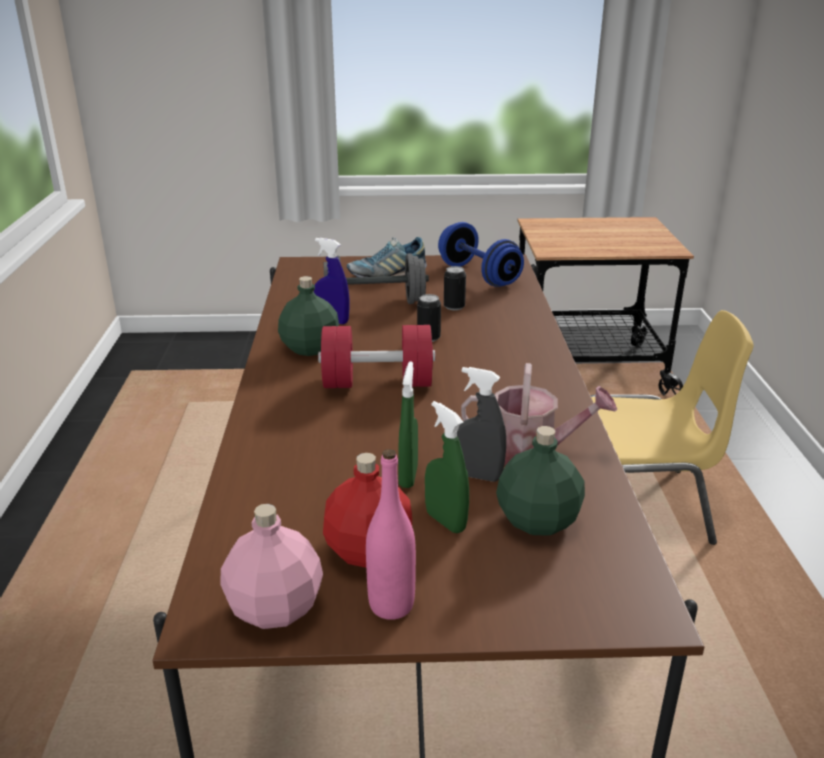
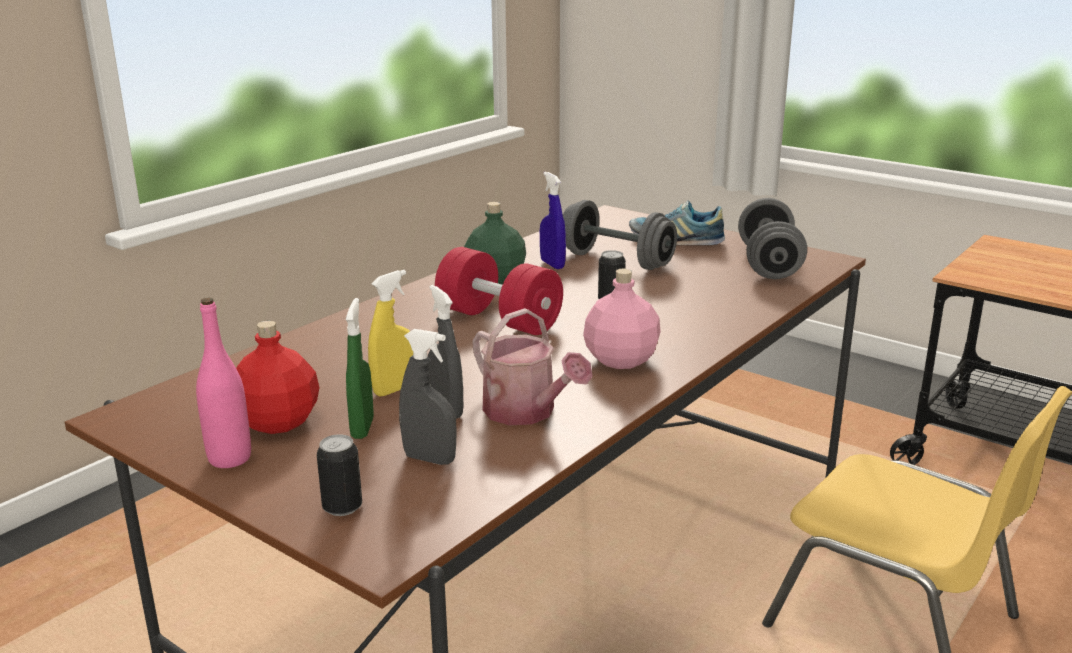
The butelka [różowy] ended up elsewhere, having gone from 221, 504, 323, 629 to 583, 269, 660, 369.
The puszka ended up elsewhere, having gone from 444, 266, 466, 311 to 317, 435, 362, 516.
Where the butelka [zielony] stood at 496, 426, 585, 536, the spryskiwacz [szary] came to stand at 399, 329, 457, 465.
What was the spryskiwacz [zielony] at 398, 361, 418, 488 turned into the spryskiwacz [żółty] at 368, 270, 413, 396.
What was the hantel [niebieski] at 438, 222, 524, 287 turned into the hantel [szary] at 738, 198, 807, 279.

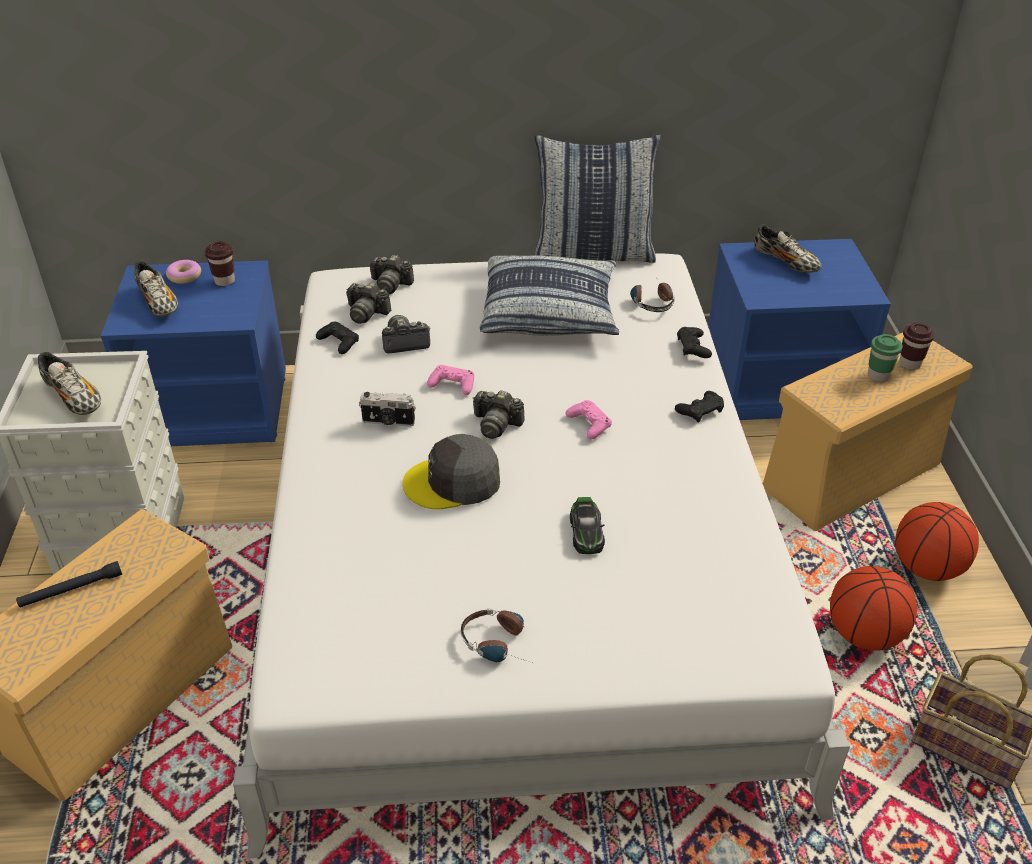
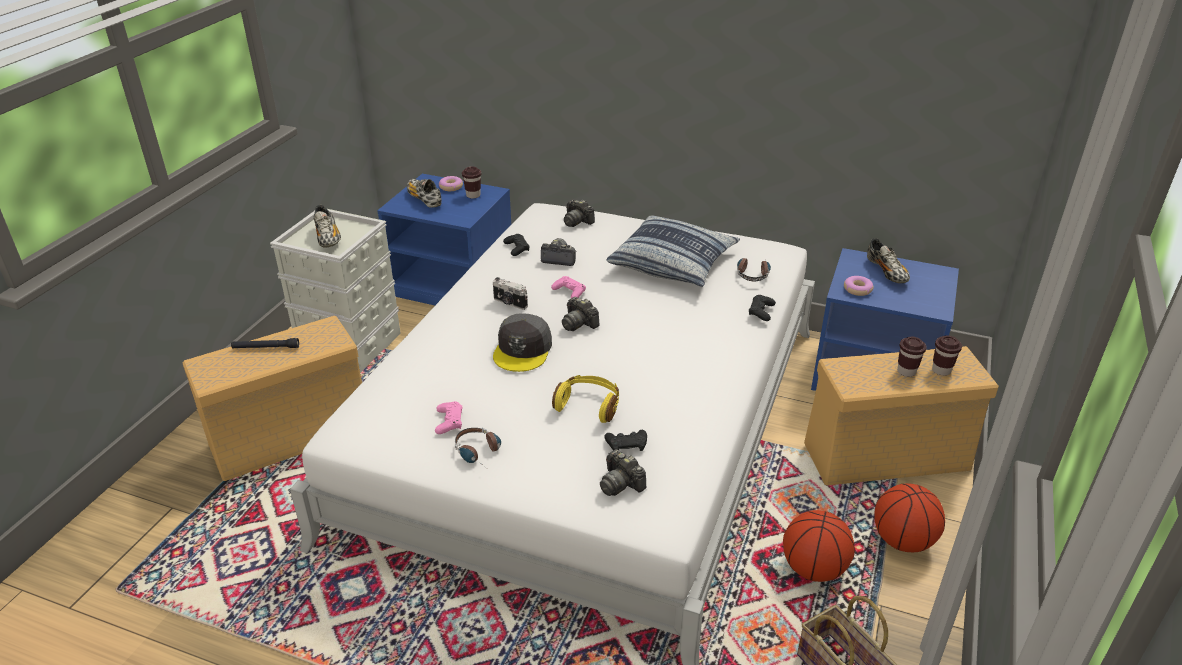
The second view lost the poduszka at 535, 135, 661, 263.
The second view gained the donut at 844, 276, 873, 296.
The aparat fotograficzny ended up elsewhere, having gone from 346, 282, 391, 324 to 600, 449, 646, 496.
The pad do gier [różowy] ended up elsewhere, having gone from 566, 400, 612, 440 to 435, 401, 462, 434.
The pad do gier [czarny] ended up elsewhere, having gone from 675, 391, 724, 422 to 604, 430, 647, 451.
Where the samochodzik stood at 570, 497, 605, 554, the słuchawki [żółty] came to stand at 552, 375, 619, 423.
What was the filiżanka [zielony] at 868, 334, 903, 382 turned into the filiżanka [brązowy] at 897, 337, 927, 377.
The but at 134, 261, 178, 317 ended up facing another way, 150 degrees clockwise from before.
The czapka z daszkiem [szary] at 402, 434, 500, 509 ended up facing another way, 90 degrees counterclockwise from before.

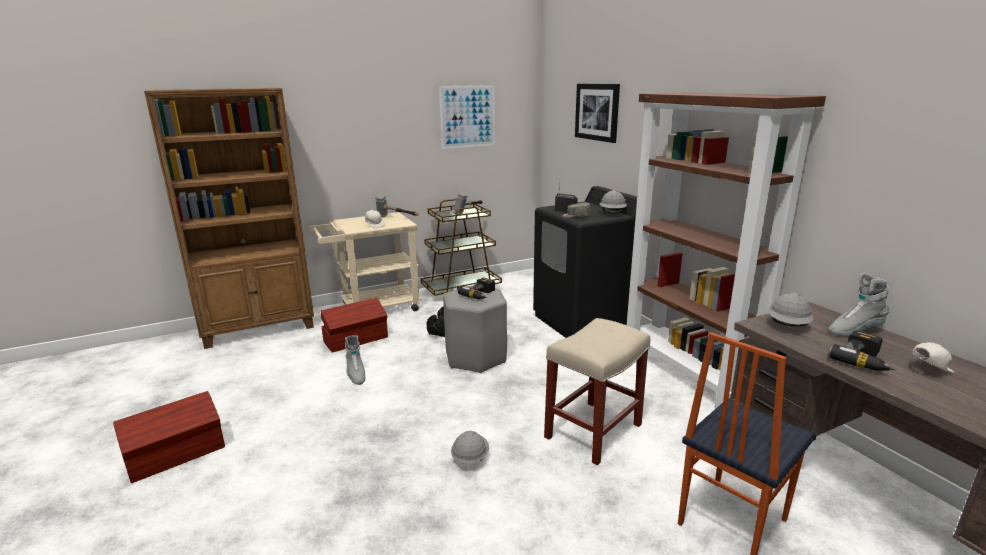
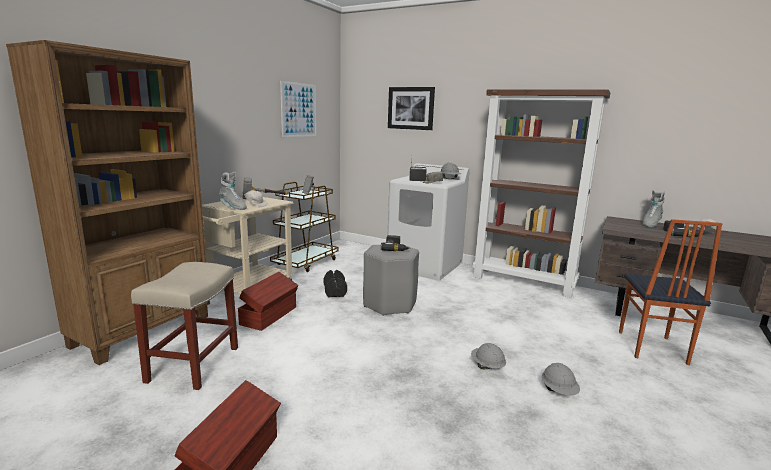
The but z cholewką [szary] ended up elsewhere, having gone from 345, 335, 365, 385 to 219, 172, 247, 210.
The stołek [beżowy] ended up elsewhere, having gone from 544, 318, 650, 465 to 131, 262, 238, 390.
The kask [szary] ended up elsewhere, having gone from 768, 292, 814, 327 to 542, 363, 580, 396.
What was the pralka [czarny] at 533, 186, 637, 338 turned into the pralka [biały] at 388, 163, 470, 281.

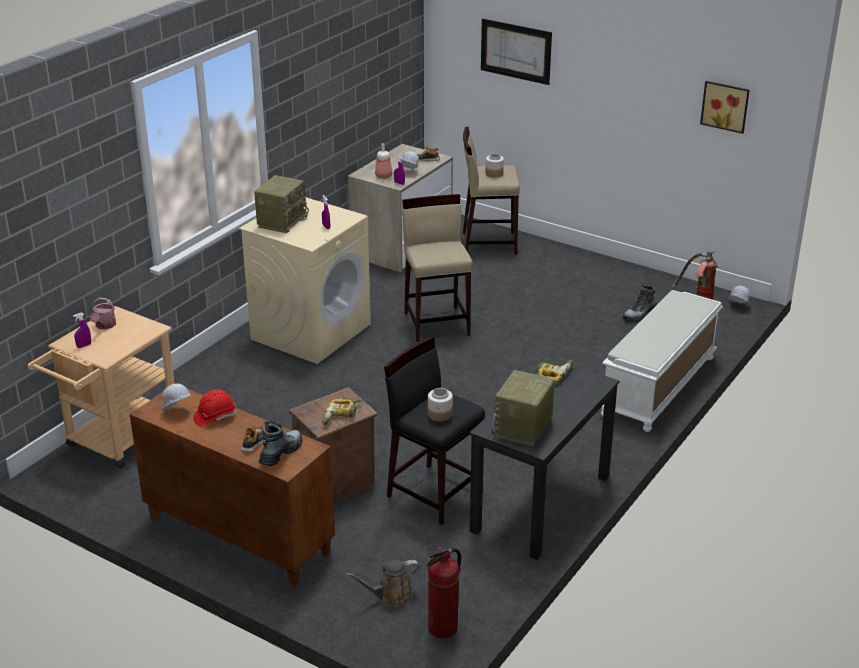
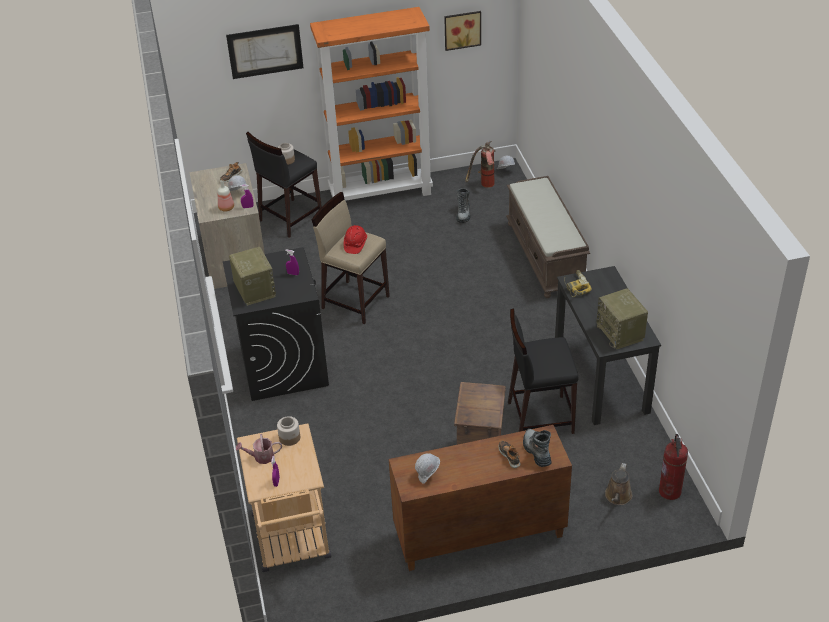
The second view lost the wiertarka at 322, 399, 363, 425.
The second view gained the regał [pomarańczowy] at 310, 7, 433, 201.
The kask [czerwony] ended up elsewhere, having gone from 193, 389, 236, 426 to 344, 225, 367, 254.
The słoik ended up elsewhere, having gone from 428, 388, 453, 421 to 277, 416, 300, 446.
What was the pralka [beżowy] at 239, 197, 371, 364 turned into the pralka [czarny] at 223, 247, 329, 401.
What was the stołek [beżowy] at 463, 126, 520, 255 turned into the stołek [czarny] at 246, 132, 322, 238.
What was the ławka [biały] at 601, 290, 723, 432 turned into the ławka [brązowy] at 506, 176, 590, 298.
The konewka at 90, 298, 116, 329 ended up facing another way, 120 degrees clockwise from before.

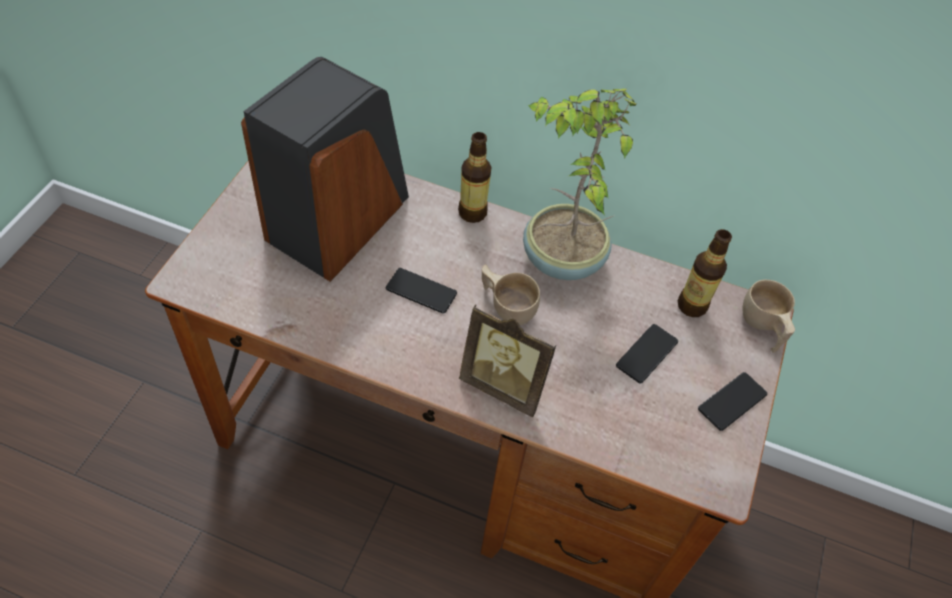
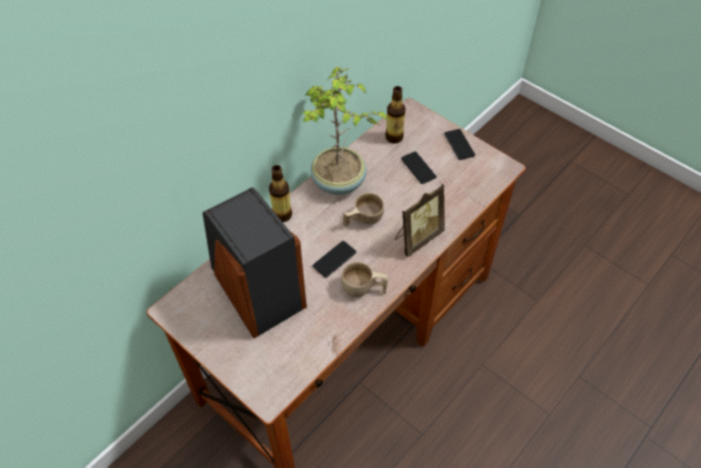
The filiżanka [beżowy] ended up elsewhere, having gone from 743, 280, 795, 353 to 341, 262, 388, 297.

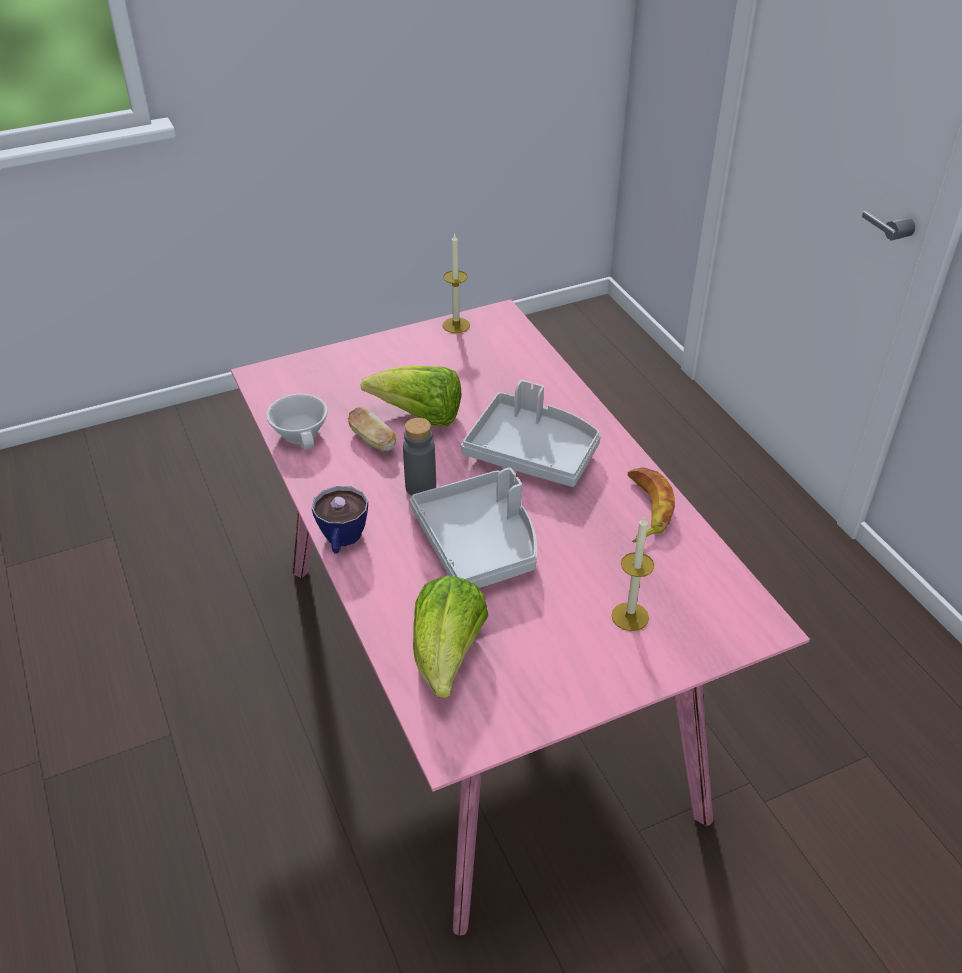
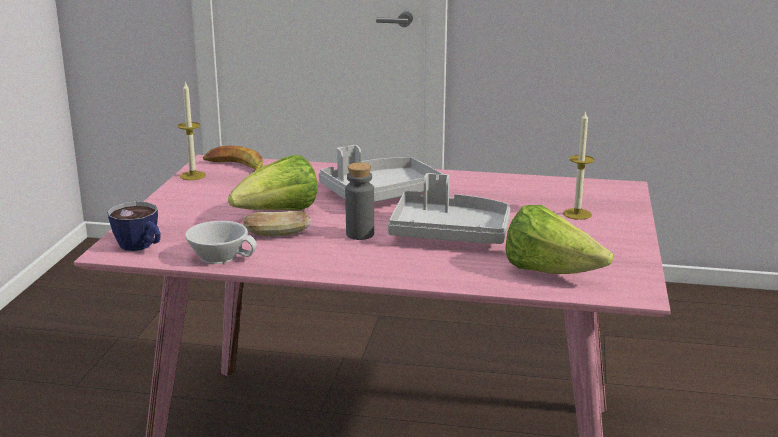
The filiżanka ended up elsewhere, having gone from 312, 486, 368, 553 to 107, 201, 160, 251.
The banan ended up elsewhere, having gone from 628, 468, 675, 543 to 203, 146, 263, 172.

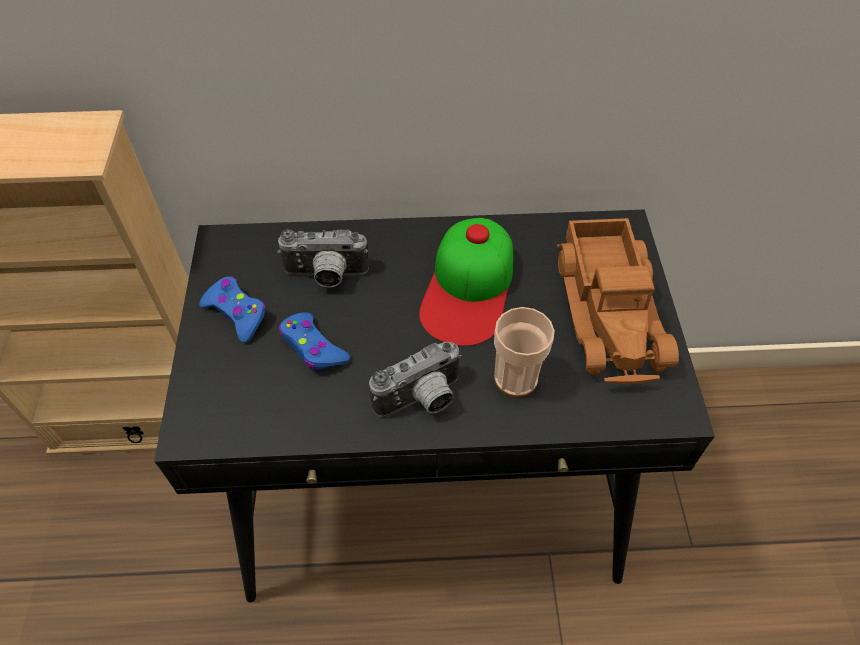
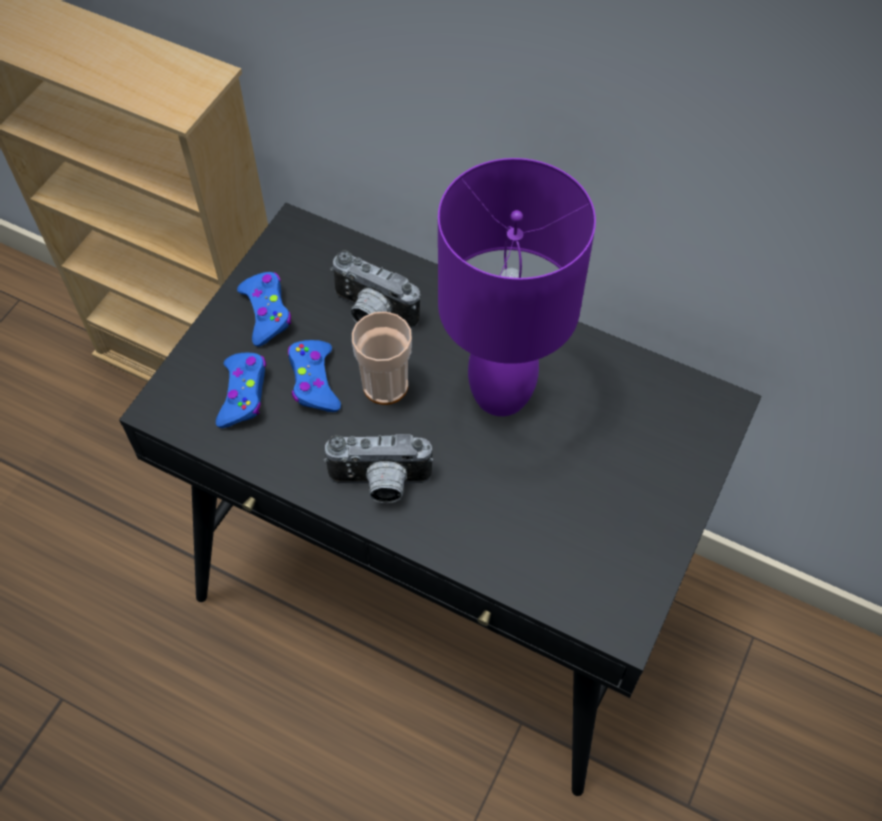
The second view lost the ciężarówka zabawkowa at 557, 218, 679, 385.
The second view gained the pad do gier [niebieski] at 216, 352, 266, 428.
The filiżanka ended up elsewhere, having gone from 494, 307, 555, 397 to 352, 312, 412, 405.
Where the czapka z daszkiem stood at 419, 218, 513, 346, the lampa stołowa [fioletowy] came to stand at 438, 158, 596, 416.

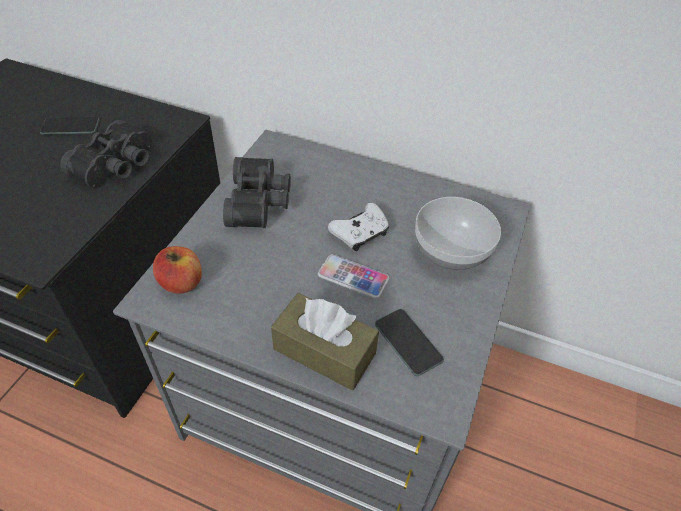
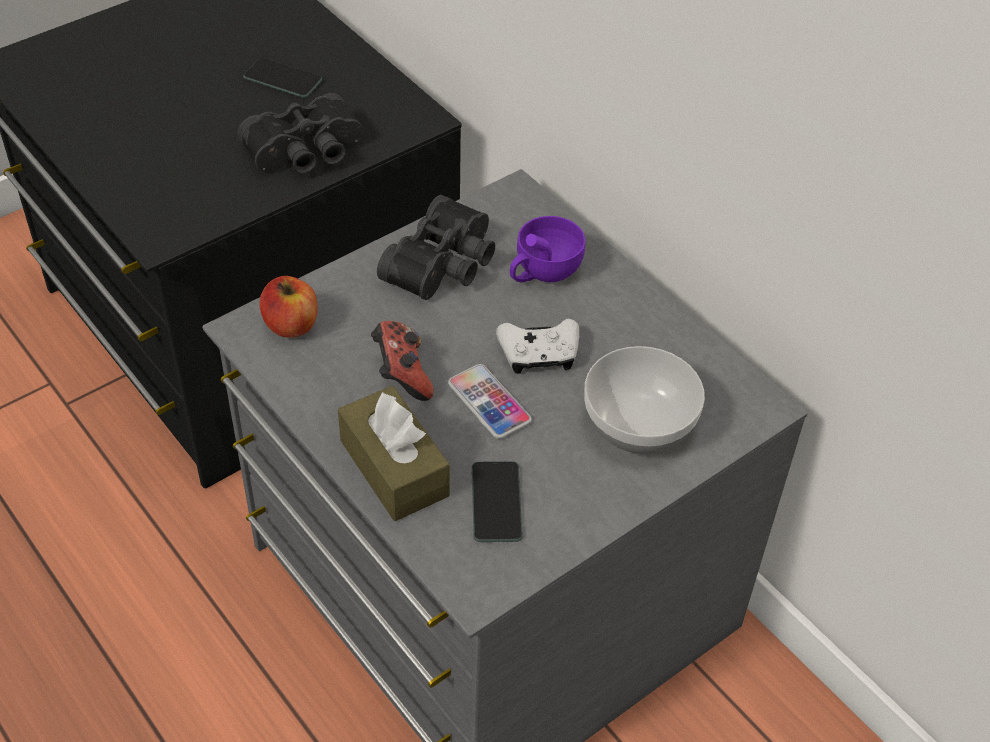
The second view gained the pad do gier at 371, 321, 434, 401.
The second view gained the filiżanka [fioletowy] at 510, 216, 585, 282.

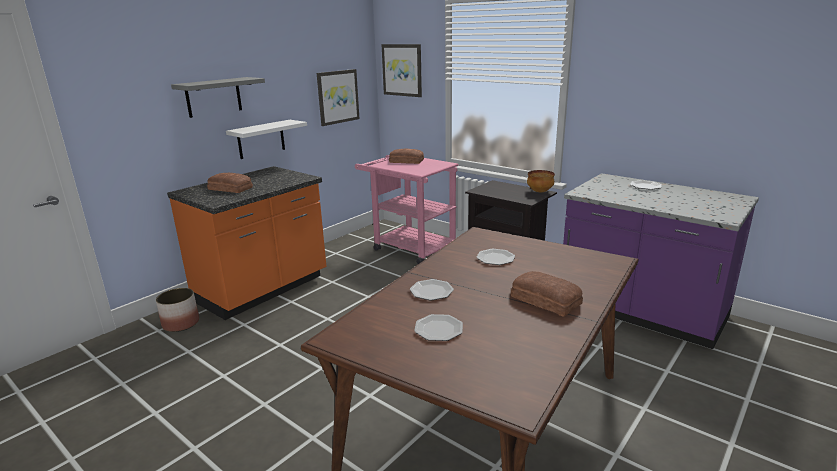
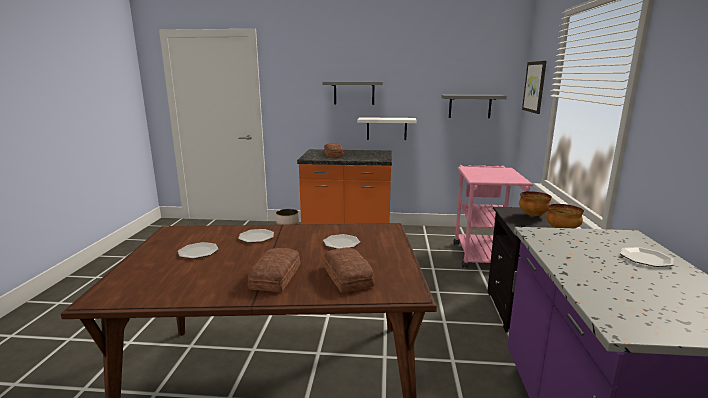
The second view gained the miska at 519, 191, 552, 216.
The chleb ended up elsewhere, having gone from 389, 149, 424, 164 to 323, 248, 375, 293.
Where the obraz hung at 317, 69, 360, 126, the półka [szary] came to hang at 441, 95, 507, 118.

